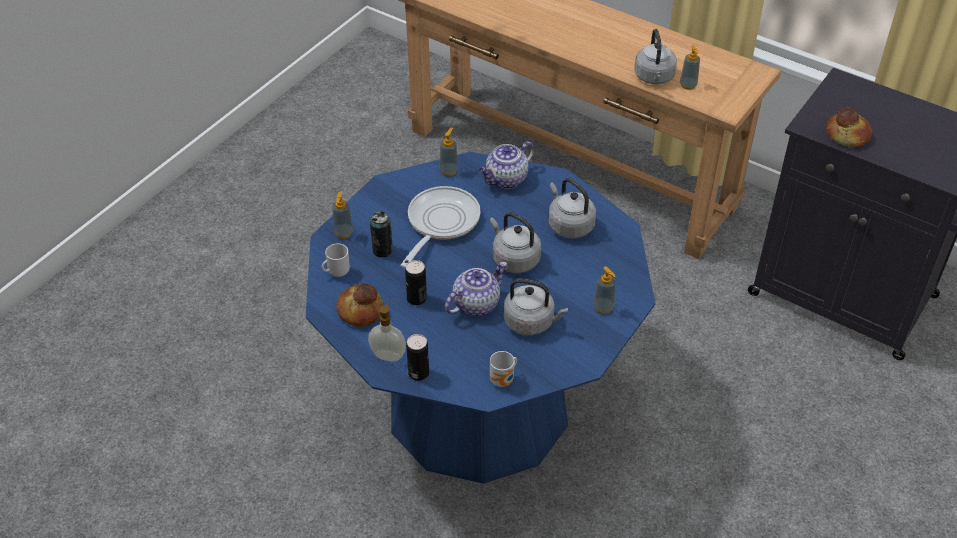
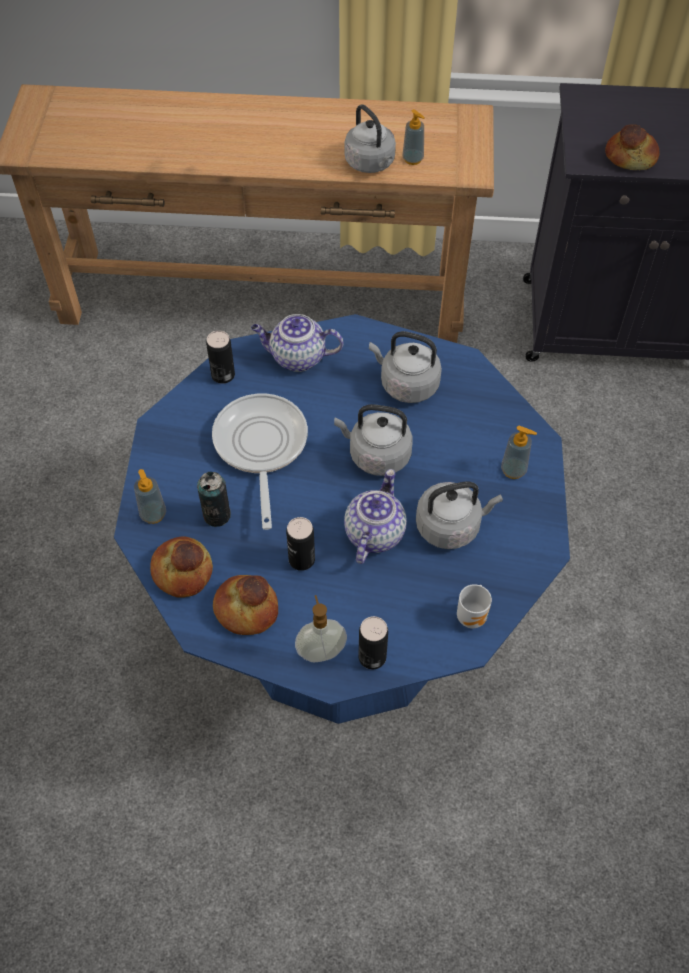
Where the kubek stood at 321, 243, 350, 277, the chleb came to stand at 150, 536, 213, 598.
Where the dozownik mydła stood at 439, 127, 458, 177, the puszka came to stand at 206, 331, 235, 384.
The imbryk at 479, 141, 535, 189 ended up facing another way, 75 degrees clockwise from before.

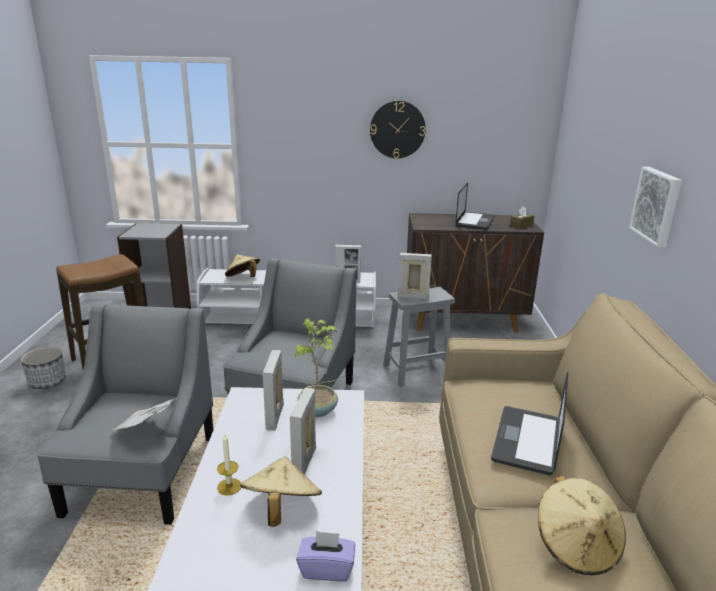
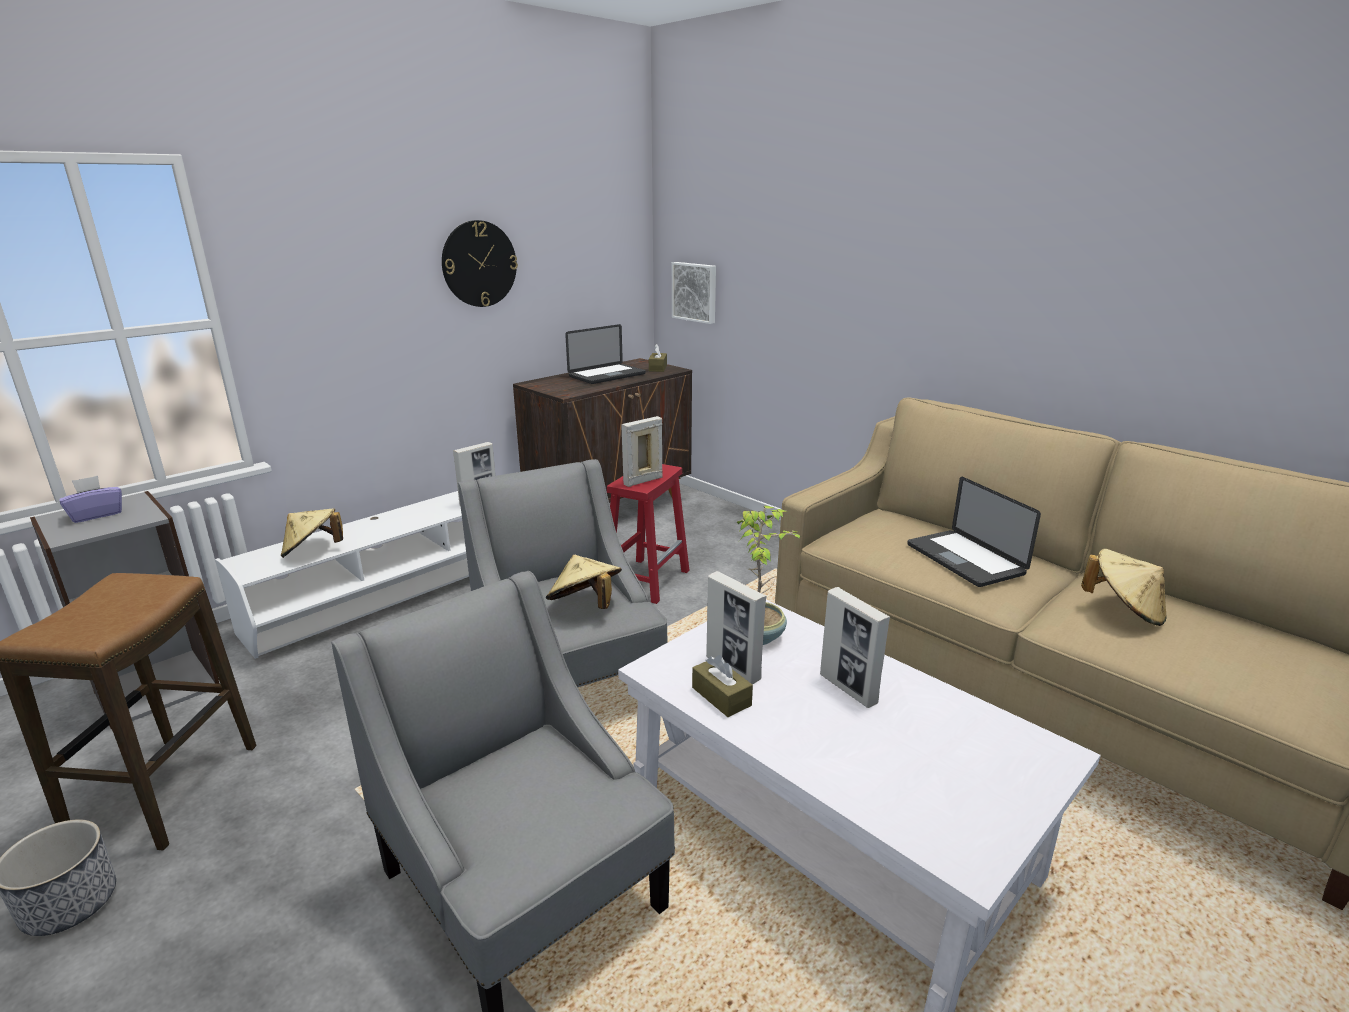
The second view lost the gazeta at 113, 398, 177, 430.
The second view lost the świeca at 217, 434, 241, 496.
The second view gained the pudełko chusteczek [brązowy] at 692, 655, 753, 717.
The kapelusz [beżowy] ended up elsewhere, having gone from 240, 456, 322, 527 to 546, 554, 622, 609.
The pudełko chusteczek [fioletowy] ended up elsewhere, having gone from 296, 531, 355, 582 to 60, 476, 122, 523.
The obraz ended up elsewhere, having gone from 629, 167, 682, 248 to 672, 262, 716, 324.
What was the stołek [szary] at 383, 287, 455, 387 turned into the stołek [czerwony] at 607, 464, 689, 604.
The laptop at 456, 183, 495, 230 ended up facing another way, 75 degrees clockwise from before.

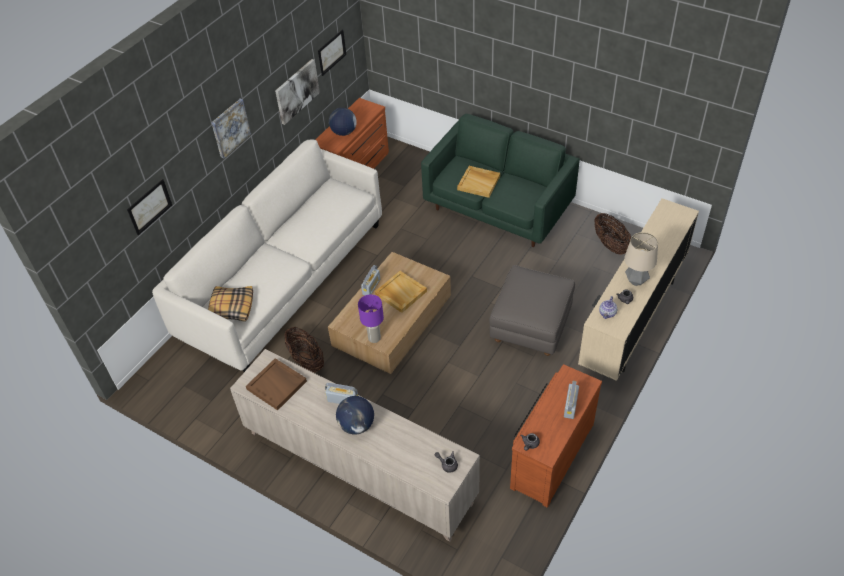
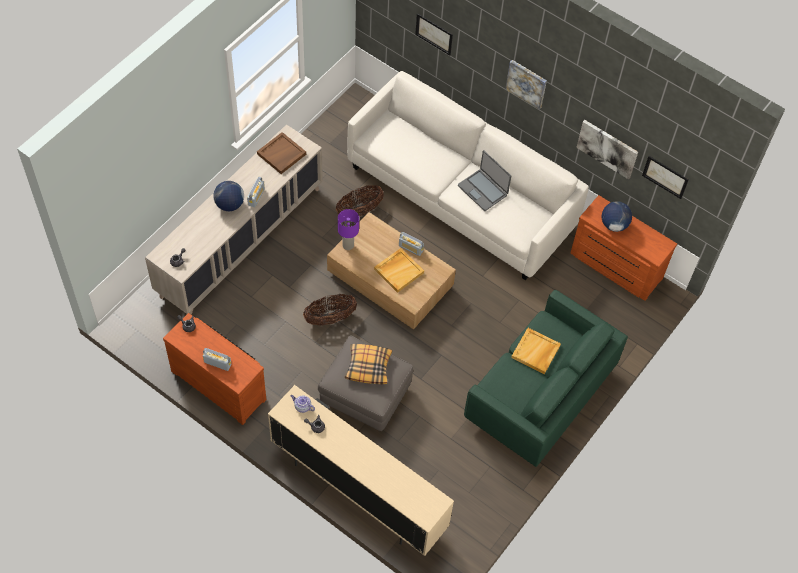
The second view lost the lampa stołowa at 624, 232, 658, 286.
The second view gained the laptop at 458, 150, 511, 211.
The poduszka ended up elsewhere, having gone from 208, 286, 253, 322 to 345, 344, 392, 384.
The koszyk ended up elsewhere, having gone from 594, 213, 631, 255 to 303, 294, 357, 326.

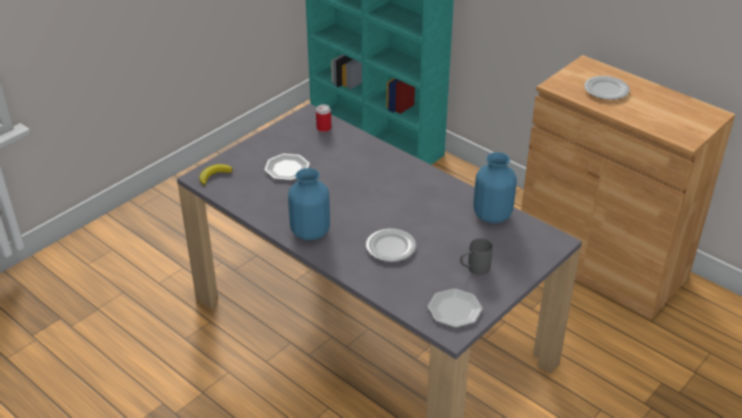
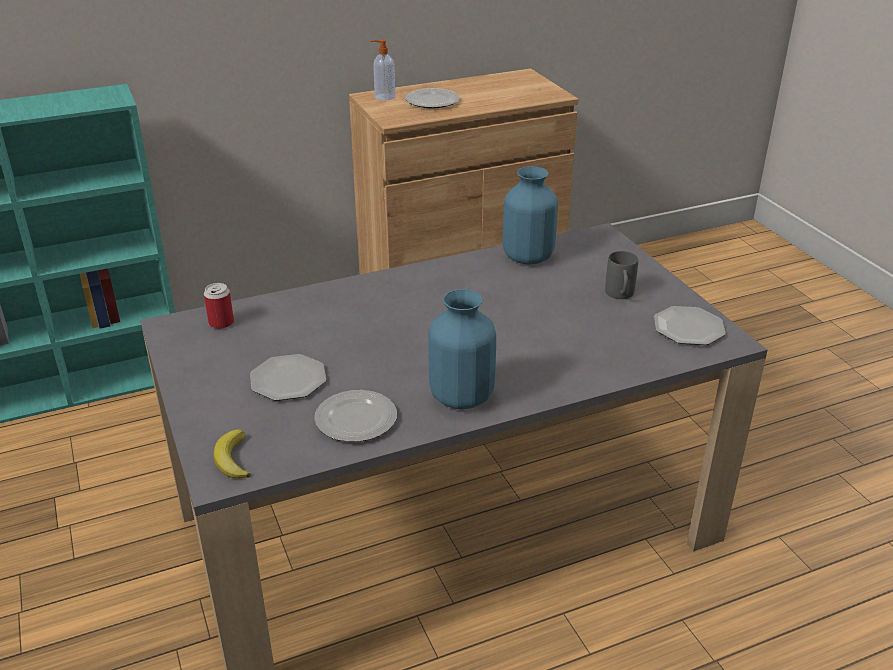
The second view gained the dozownik mydła at 371, 39, 395, 101.
The talerz ended up elsewhere, having gone from 366, 229, 416, 262 to 314, 390, 397, 442.

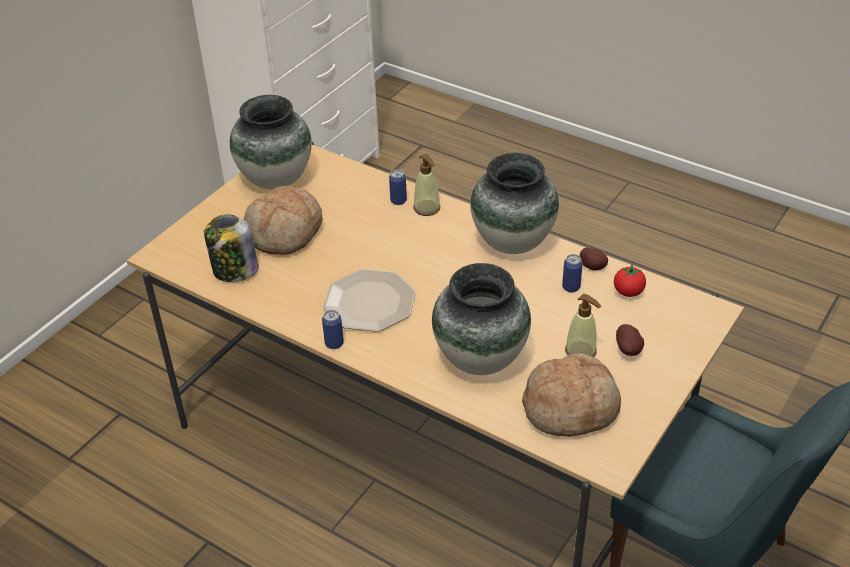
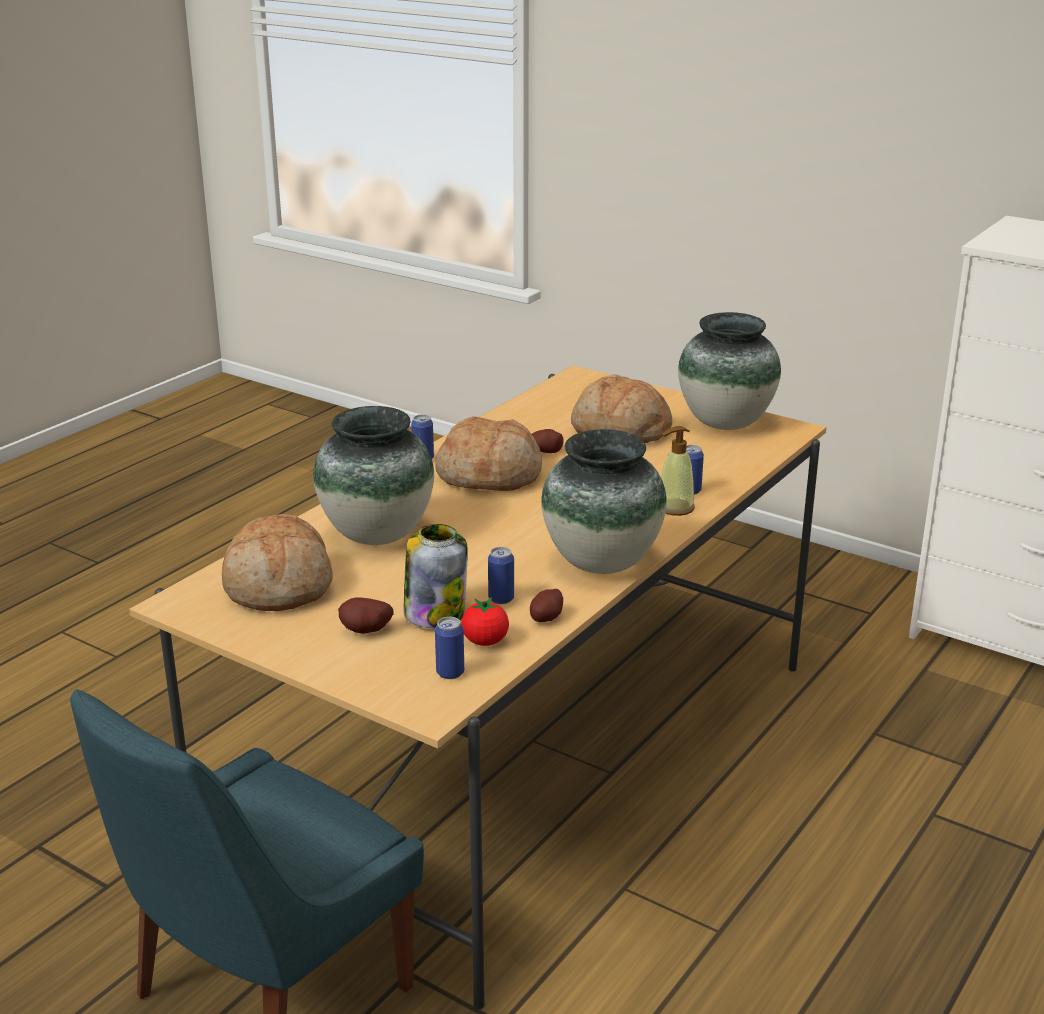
The second view lost the dozownik mydła at 565, 294, 601, 357.
The second view gained the puszka at 435, 617, 464, 679.
The second view gained the ziemniak at 532, 429, 564, 453.
The słoik ended up elsewhere, having gone from 204, 214, 259, 282 to 403, 524, 468, 628.
Where the talerz stood at 323, 269, 416, 332, the chleb came to stand at 435, 416, 542, 491.

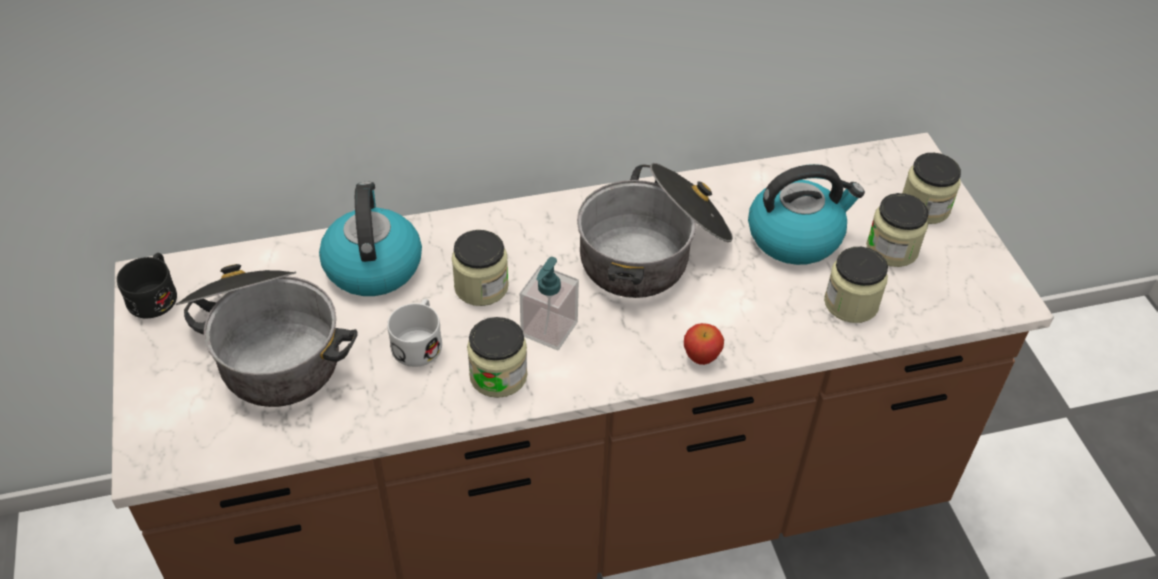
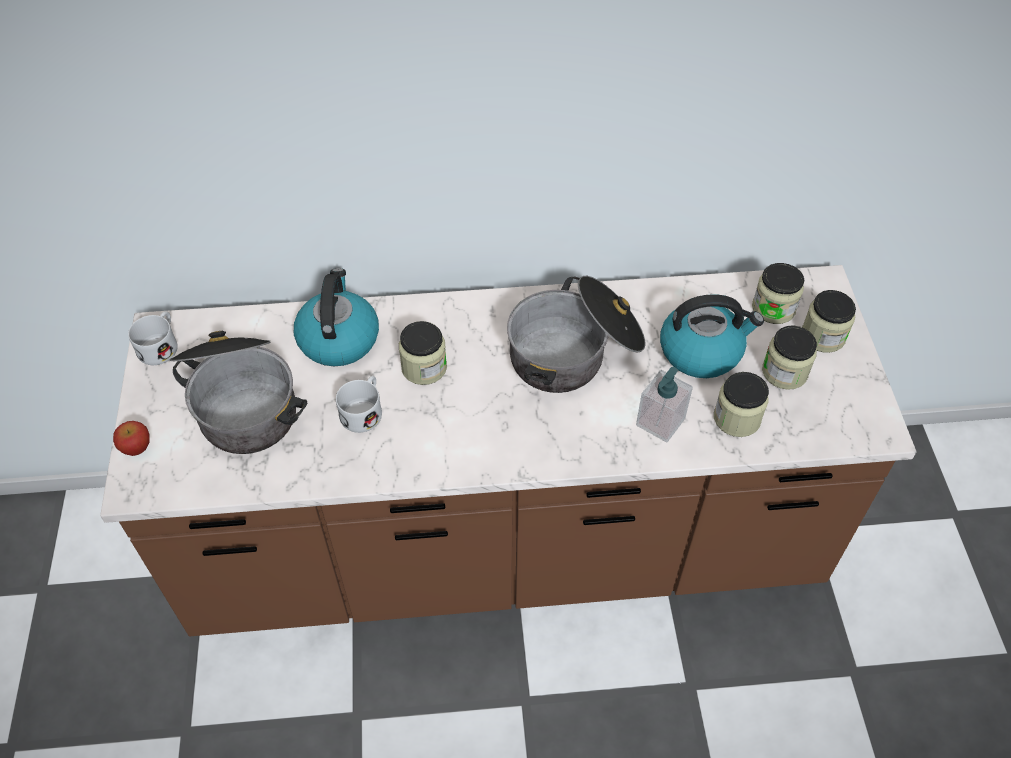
The słoik ended up elsewhere, having gone from 467, 317, 528, 398 to 752, 263, 804, 324.
The dozownik mydła ended up elsewhere, having gone from 520, 257, 579, 351 to 636, 367, 693, 443.
The jabłko ended up elsewhere, having gone from 684, 323, 724, 365 to 113, 421, 149, 456.
What was the kubek [czarny] at 117, 253, 177, 318 turned into the kubek [biały] at 128, 311, 178, 365.

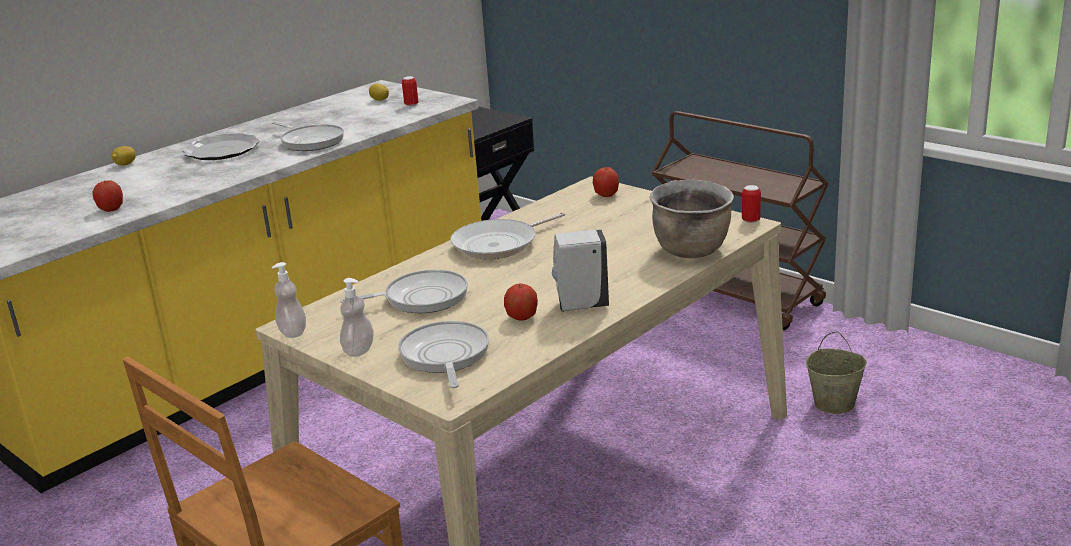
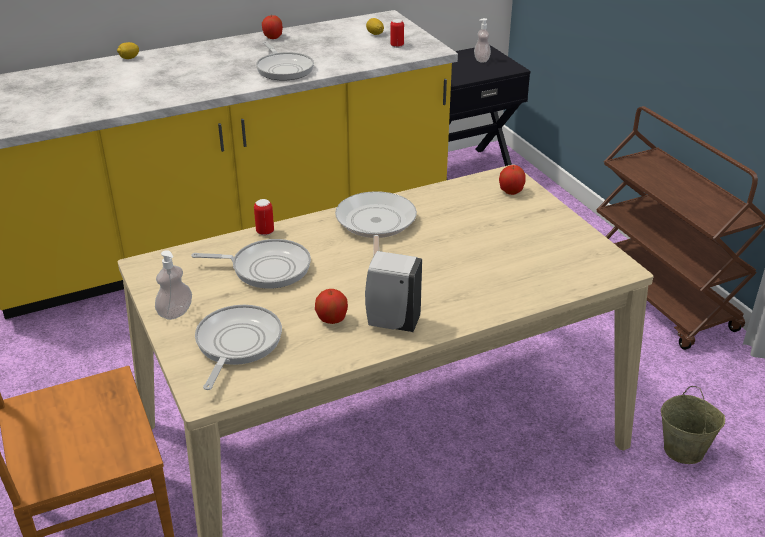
The second view lost the talerz at 182, 133, 260, 160.
The second view lost the garnek [brązowy] at 649, 180, 734, 258.
The jabłko ended up elsewhere, having gone from 92, 180, 123, 212 to 262, 15, 283, 39.
The dozownik mydła ended up elsewhere, having gone from 272, 262, 306, 338 to 474, 18, 491, 63.
The puszka ended up elsewhere, having gone from 742, 185, 761, 223 to 254, 199, 274, 236.
The patelnia at 450, 212, 565, 259 ended up facing another way, 105 degrees clockwise from before.

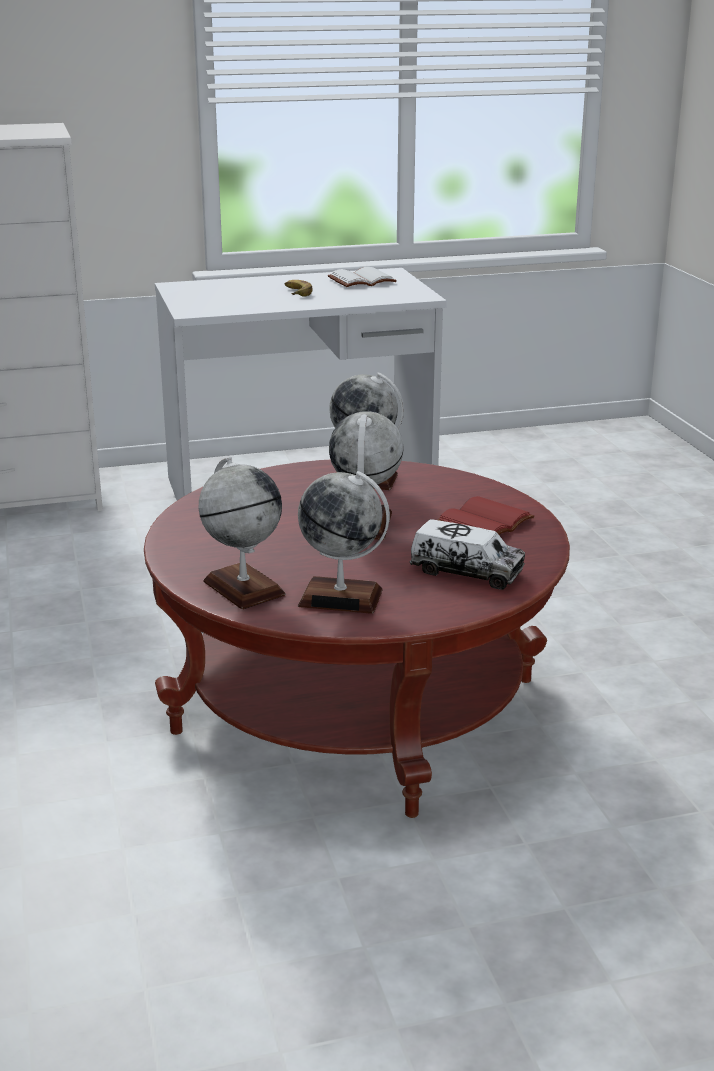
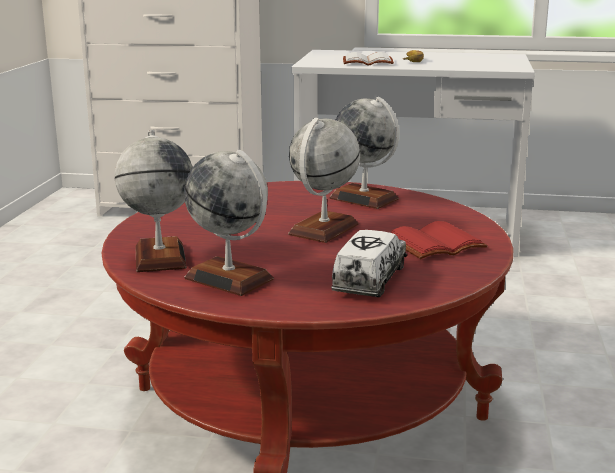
The książka [biały] ended up elsewhere, having gone from 328, 267, 397, 287 to 343, 52, 394, 66.
The ciężarówka zabawkowa at 410, 519, 525, 590 ended up facing another way, 120 degrees counterclockwise from before.

